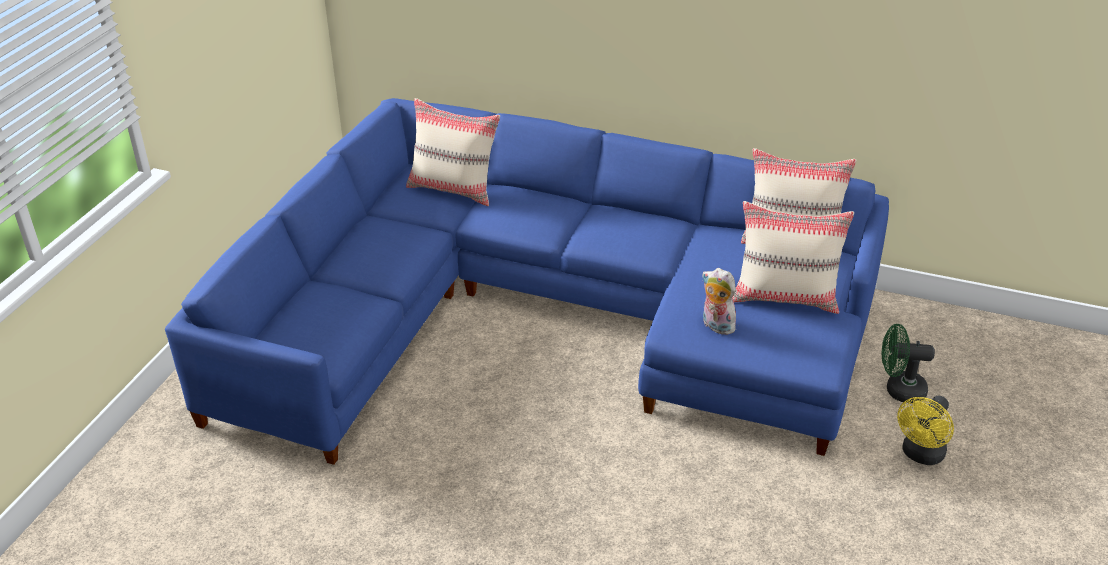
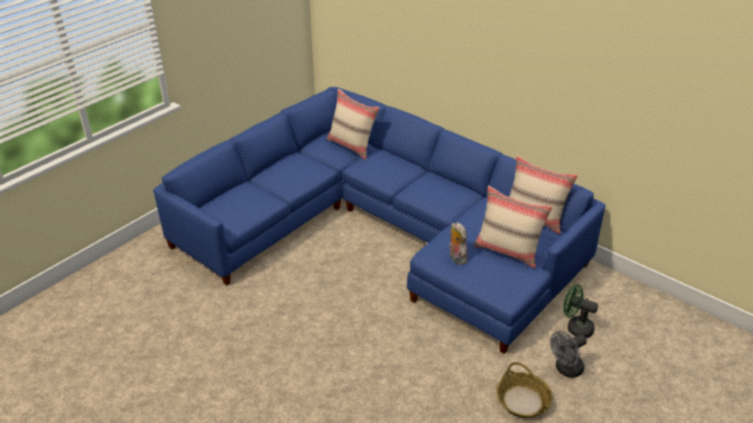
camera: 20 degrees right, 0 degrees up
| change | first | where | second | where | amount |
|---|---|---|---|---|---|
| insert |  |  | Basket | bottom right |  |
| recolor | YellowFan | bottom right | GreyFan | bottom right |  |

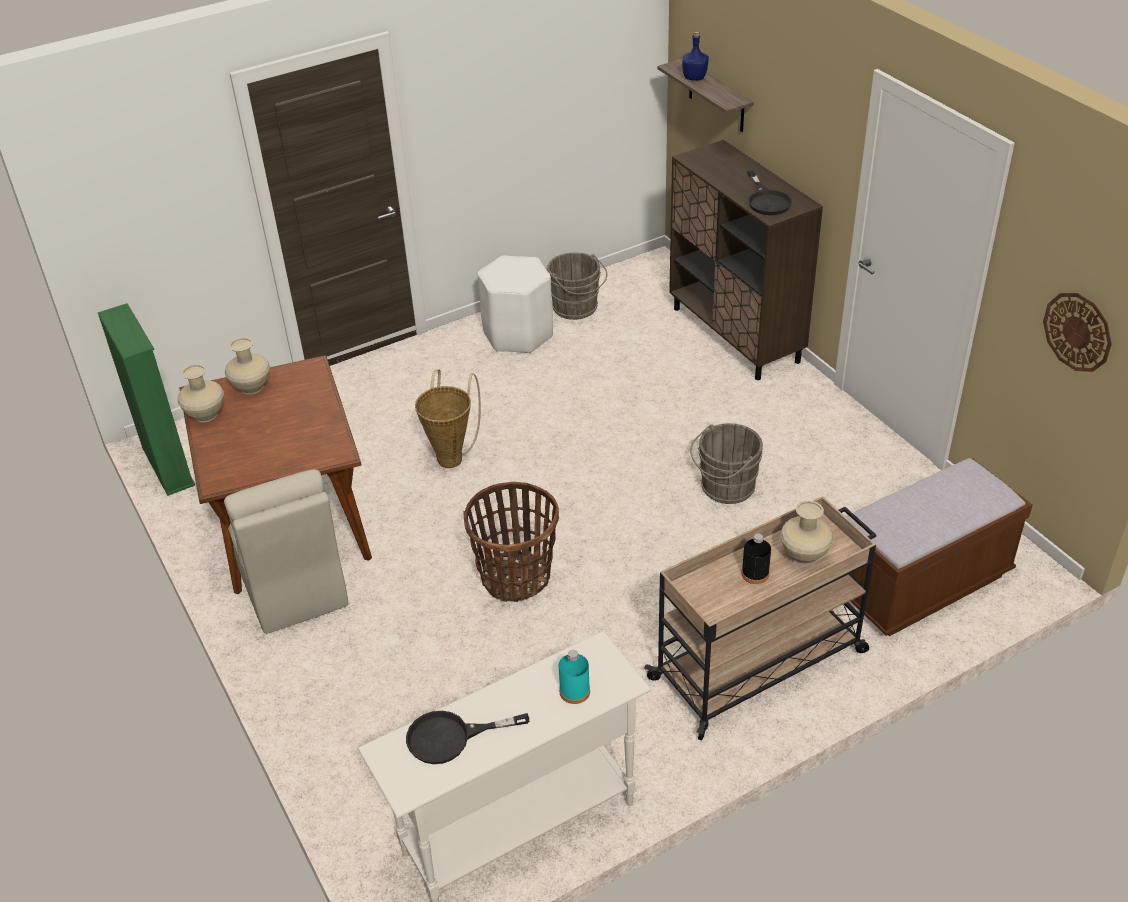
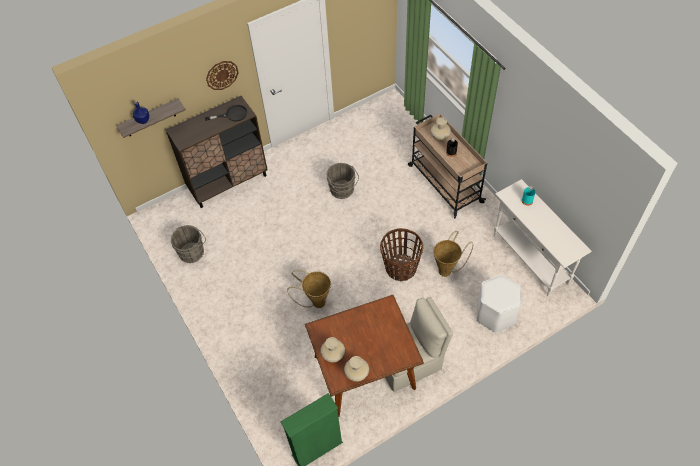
camera: 90 degrees left, 15 degrees up
| change | first | where | second | where | amount |
|---|---|---|---|---|---|
| move | WallClock | middle right |  | top left |  |
| insert |  |  | Basket (3rd from left) | centre |  |
| move | WhiteStool | centre |  | middle right |  |
| delete | BlackFryingPan (1st from left) | bottom centre |  |  |  |
| delete | BrownBench | middle right |  |  |  |

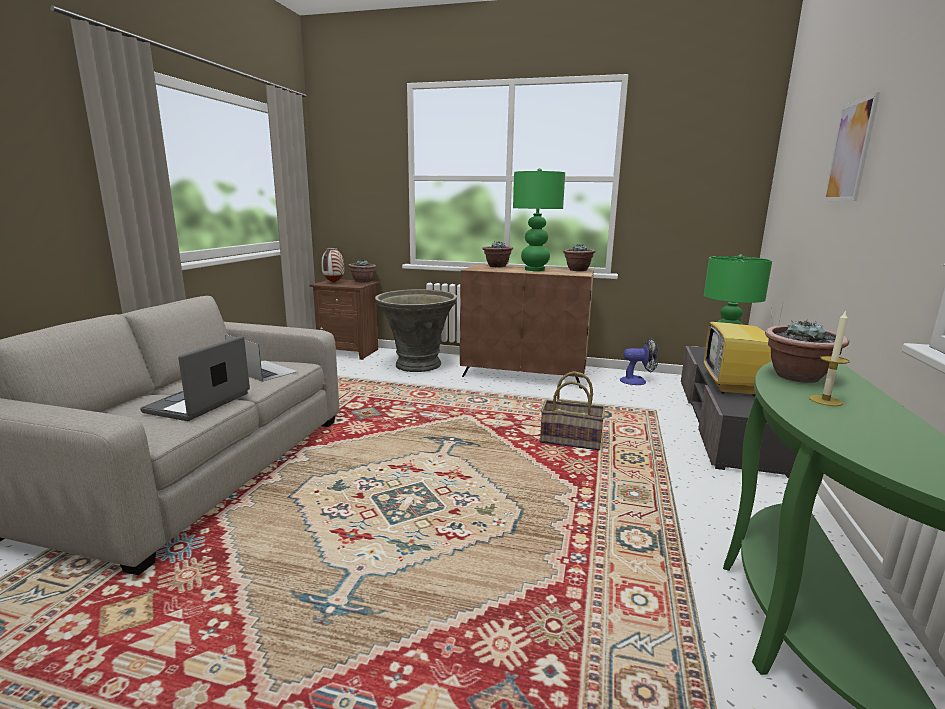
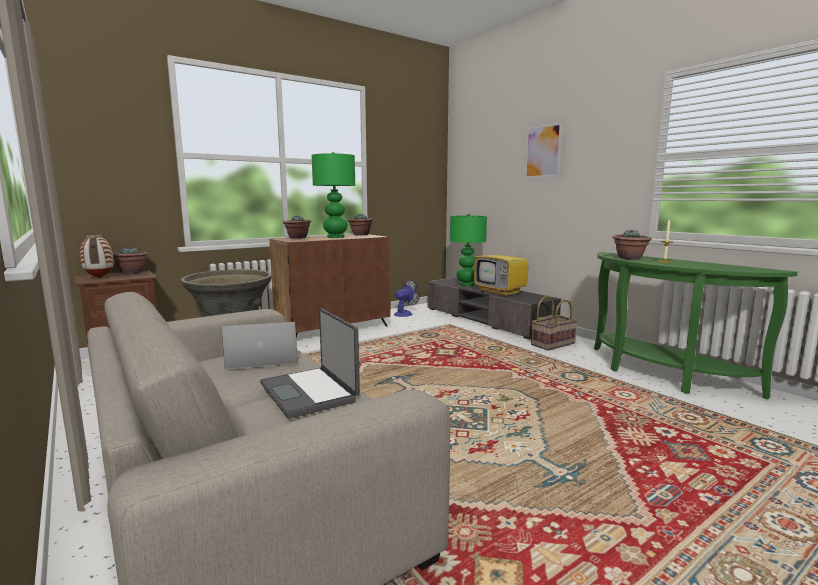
camera: 50 degrees left, 5 degrees down
| change | first | where | second | where | amount |
|---|---|---|---|---|---|
| move | Basket | centre |  | middle right |  |

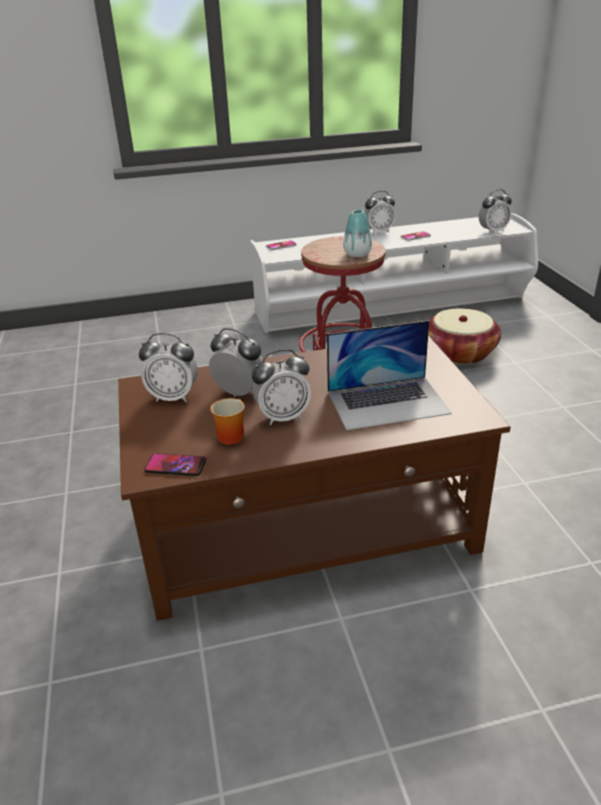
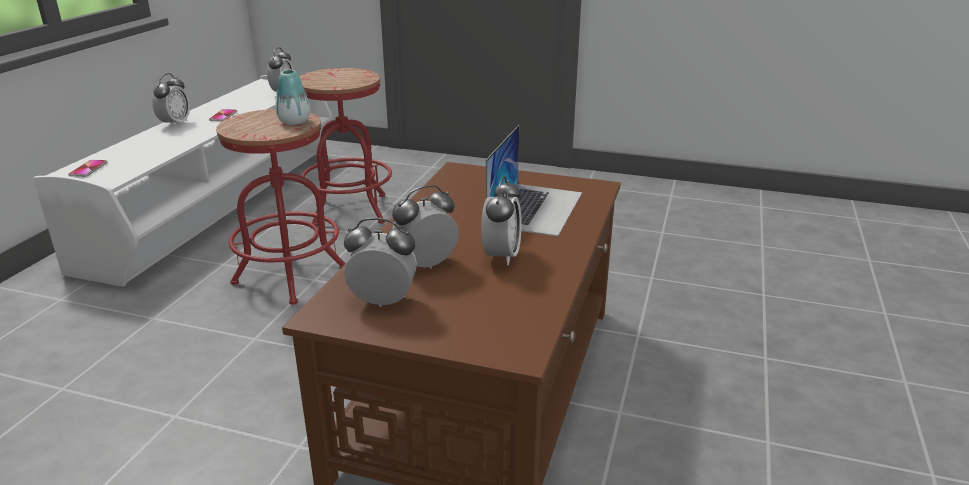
camera: 60 degrees left, 5 degrees down
| change | first | where | second | where | amount |
|---|---|---|---|---|---|
| replace | Basket | middle right | RedStool (2nd from left) | top centre |  |
| rotate | AlarmClock (1st from left in the first image) | middle left | AlarmClock (3rd from left) | centre | 120 degrees counterclockwise |
| delete | Phone (1st from left) | middle left |  |  |  |
| delete | Mug | centre |  |  |  |

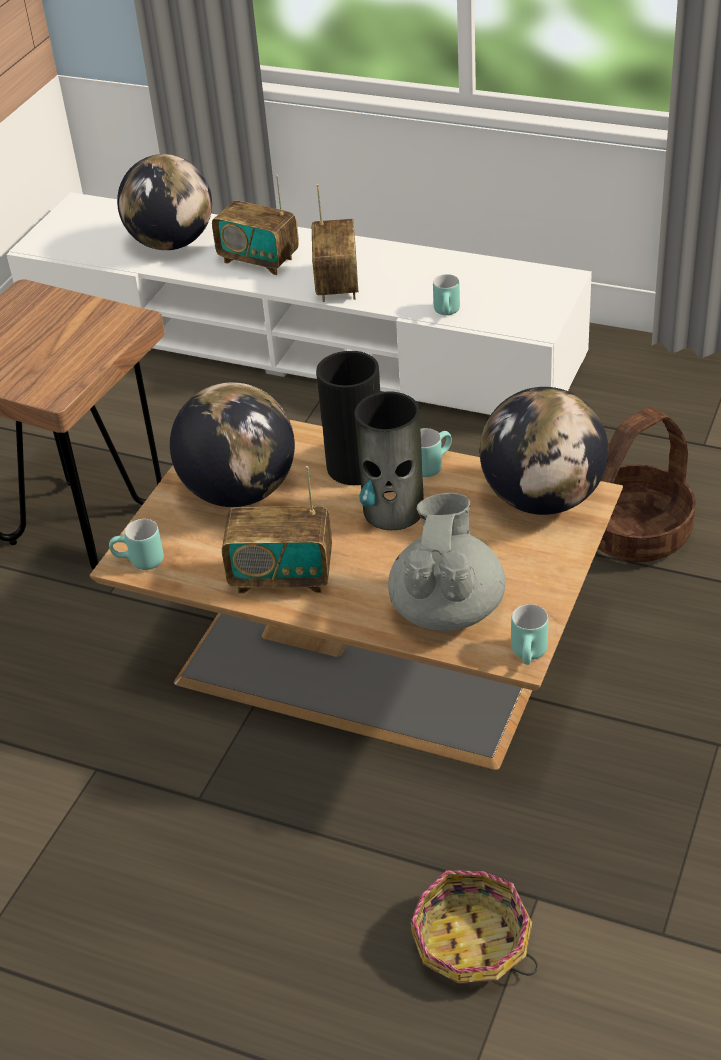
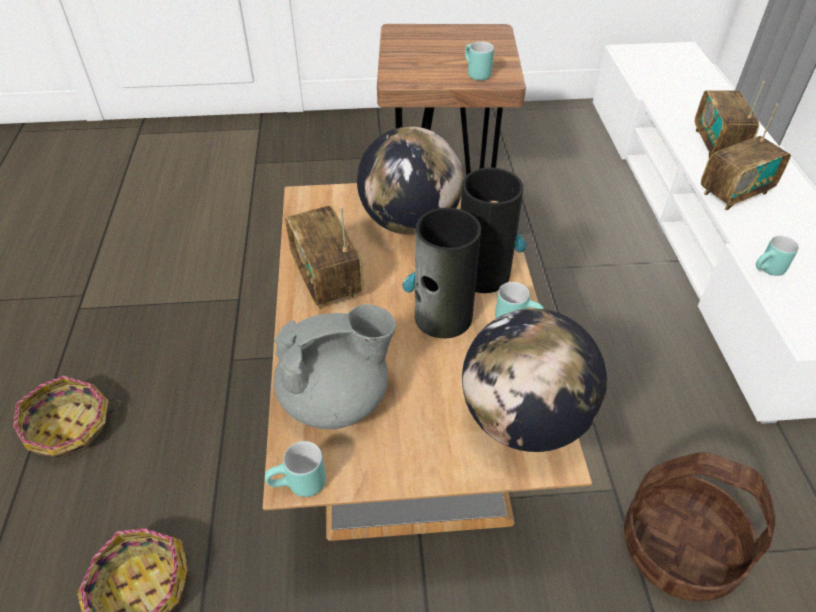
camera: 60 degrees right, 5 degrees up
| change | first | where | second | where | amount |
|---|---|---|---|---|---|
| insert |  |  | Basket (1st from left) | bottom left |  |
| move | TurquoiseMug (1st from left in the first image) | middle left | TurquoiseMug (2nd from left) | top centre |  |
| delete | Globe (1st from left) | top left |  |  |  |

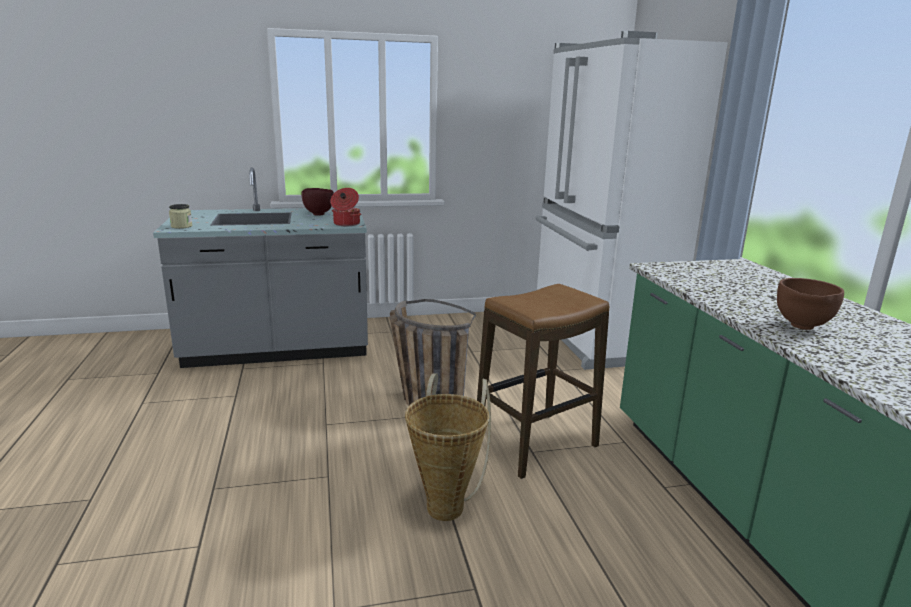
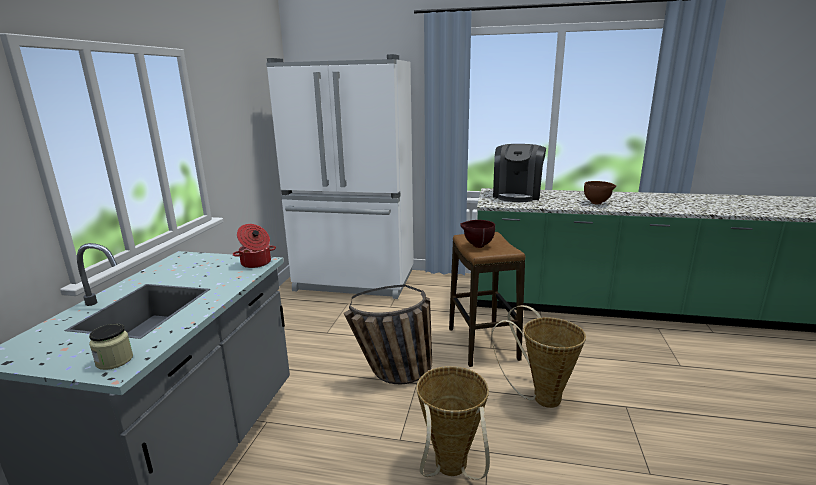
camera: 65 degrees left, 0 degrees up
| change | first | where | second | where | amount |
|---|---|---|---|---|---|
| insert |  |  | Basket (2nd from left) | bottom centre |  |
| move | BrownBowl (1st from left) | top centre |  | centre |  |
| insert |  |  | CoffeeMachine | centre |  |

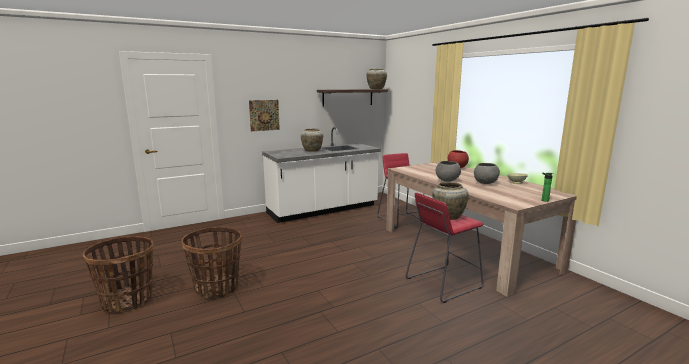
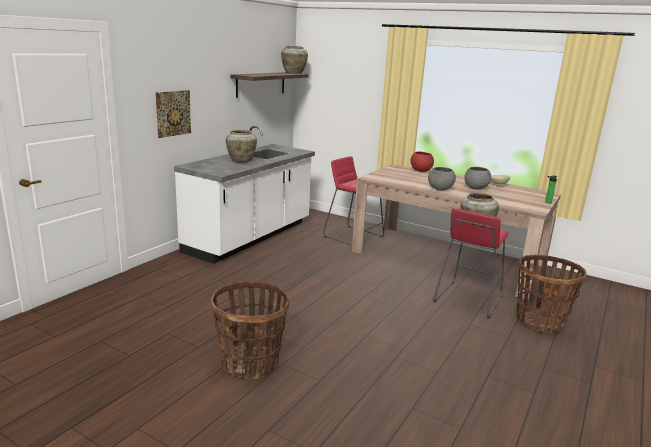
camera: 30 degrees left, 5 degrees up
| change | first | where | second | where | amount |
|---|---|---|---|---|---|
| move | Basket (1st from left in the first image) | bottom left | Basket (2nd from left) | middle right |  |

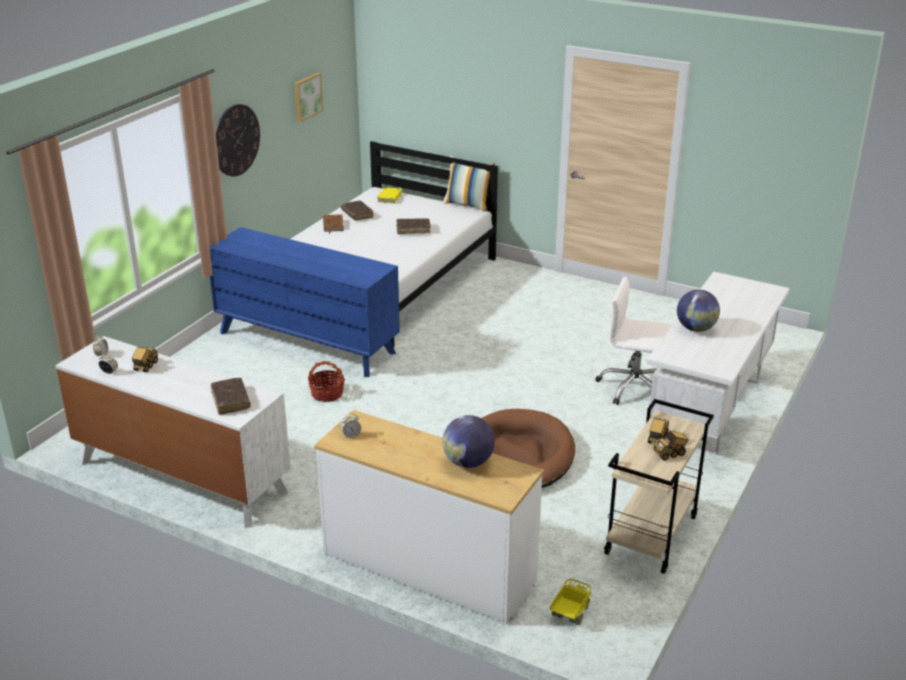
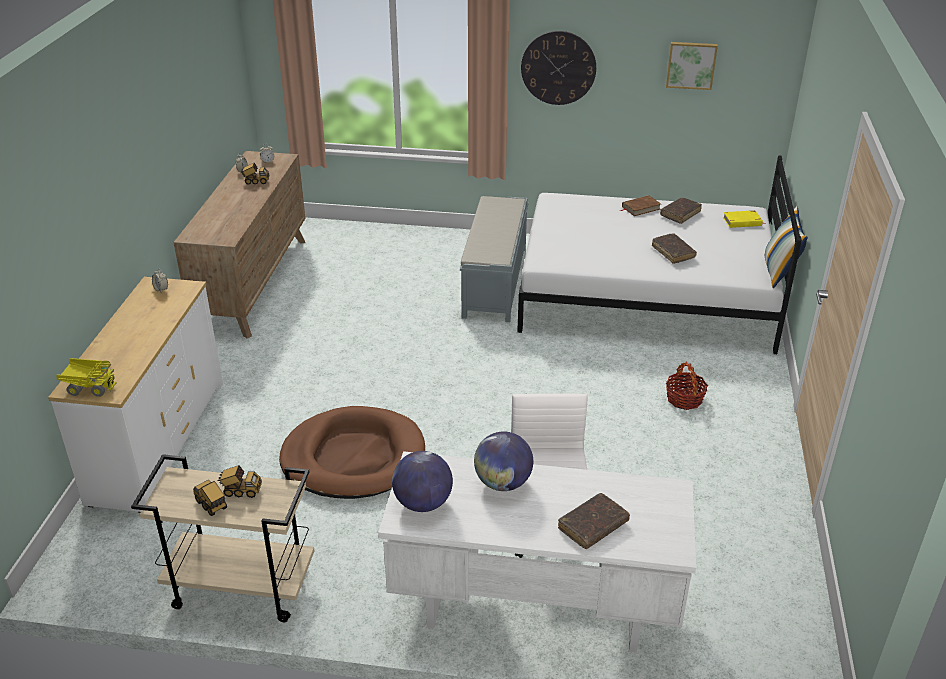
camera: 70 degrees right, 5 degrees up
| change | first | where | second | where | amount |
|---|---|---|---|---|---|
| move | ToyTruck (2nd from left in the first image) | bottom centre | ToyTruck (1st from left) | middle left |  |
| recolor | WhiteDresser (1st from left) | middle left | BrownDresser | middle left |  |
| move | Globe (1st from left) | centre |  | bottom centre |  |
| replace | BlueDresser | centre | GreyBench | centre |  |
| move | BrownBook (1st from left) | middle left |  | bottom centre |  |
| move | Basket | centre |  | middle right |  |

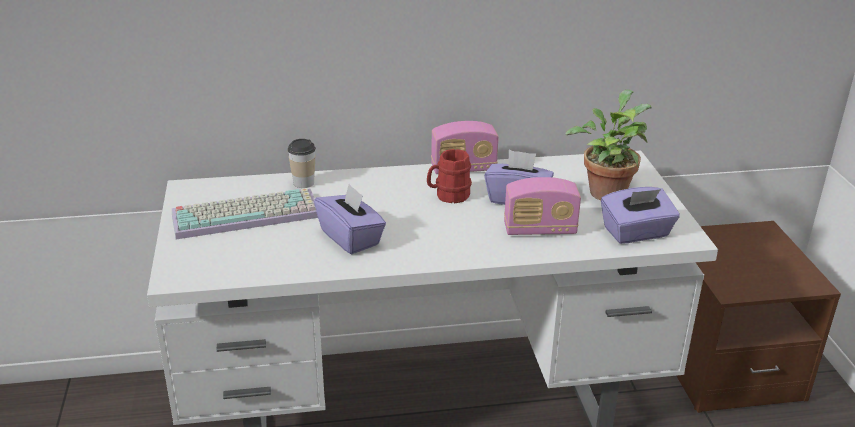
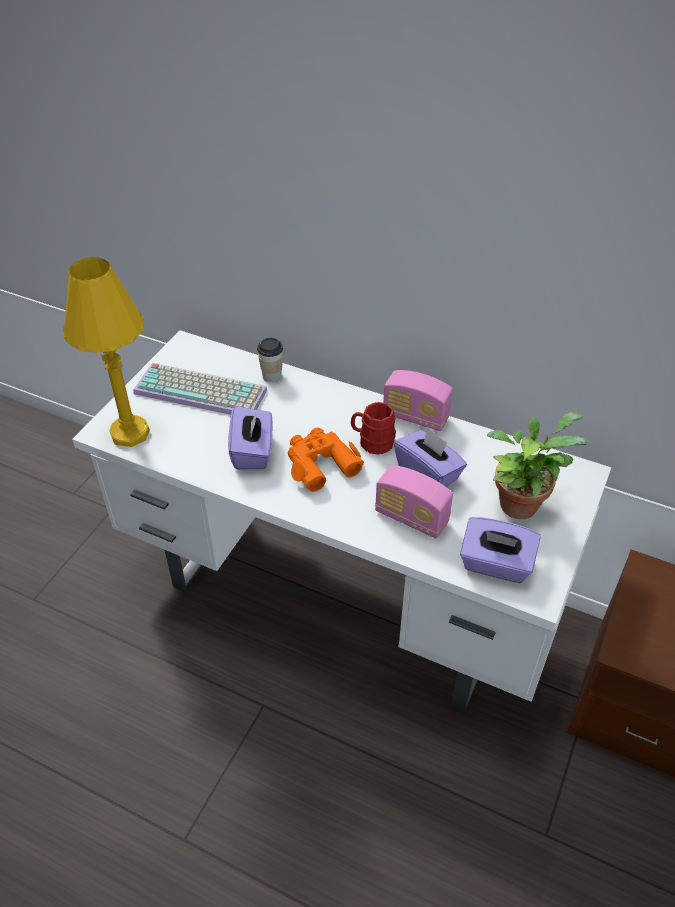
camera: 35 degrees right, 15 degrees up
| change | first | where | second | where | amount |
|---|---|---|---|---|---|
| insert |  |  | YellowTableLamp | middle left |  |
| insert |  |  | OrangeBinoculars | centre |  |

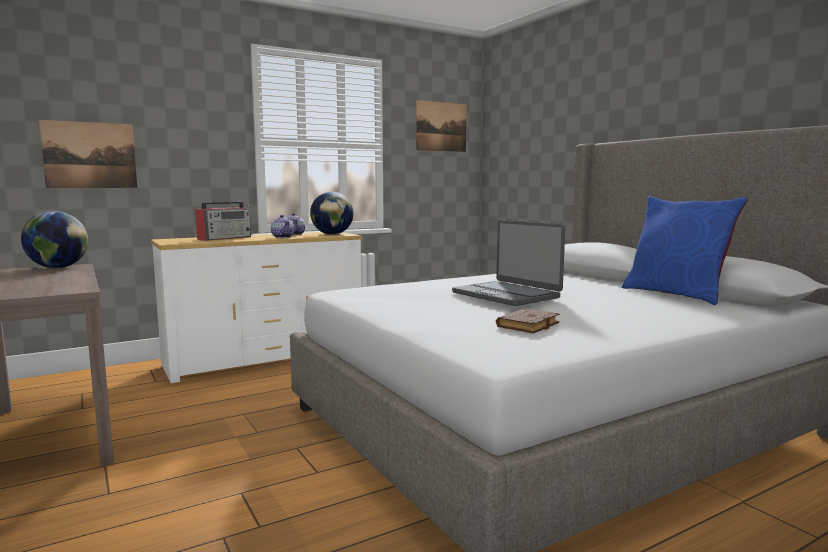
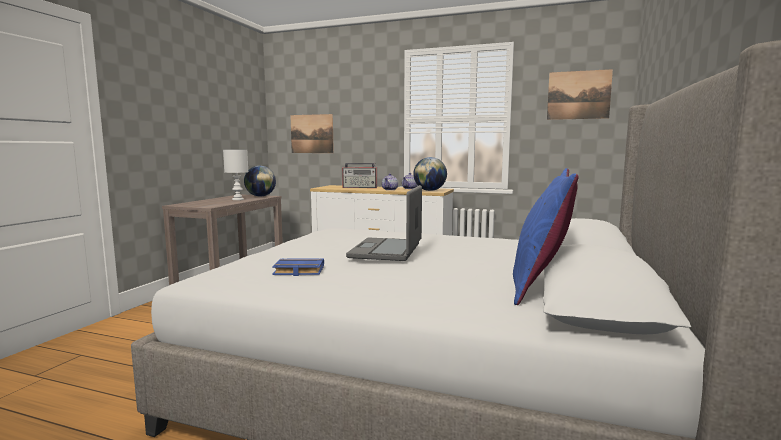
camera: 50 degrees right, 0 degrees up
| change | first | where | second | where | amount |
|---|---|---|---|---|---|
| insert |  |  | WhiteTableLamp | middle left |  |
| recolor | BrownBook | centre | BlueBook | centre |  |

